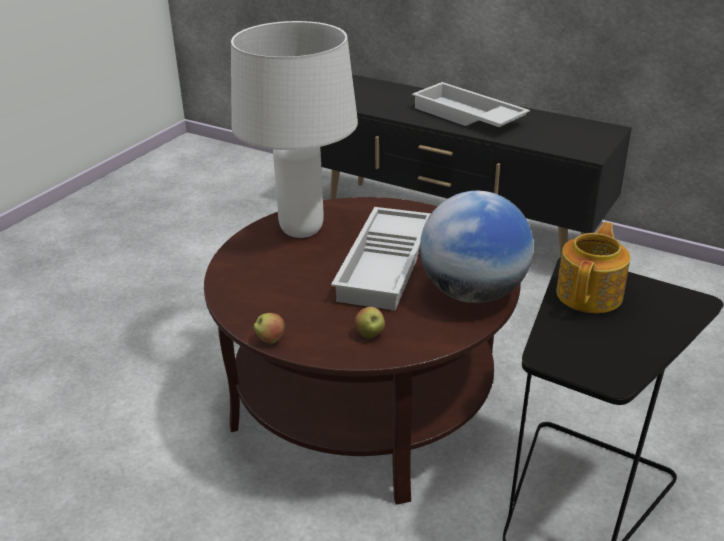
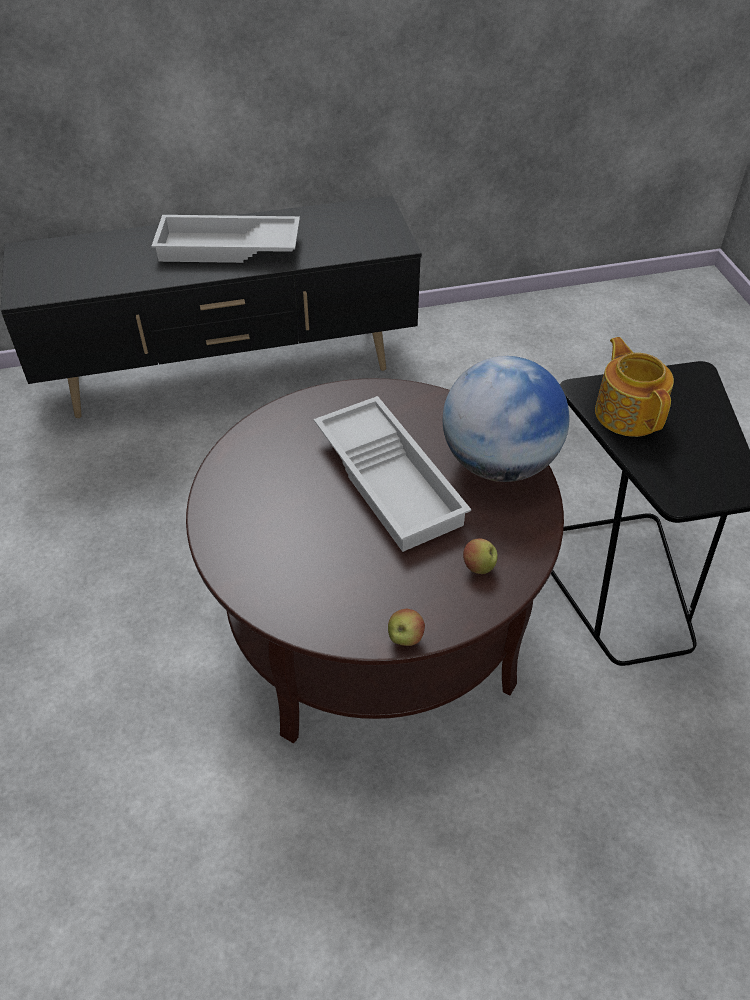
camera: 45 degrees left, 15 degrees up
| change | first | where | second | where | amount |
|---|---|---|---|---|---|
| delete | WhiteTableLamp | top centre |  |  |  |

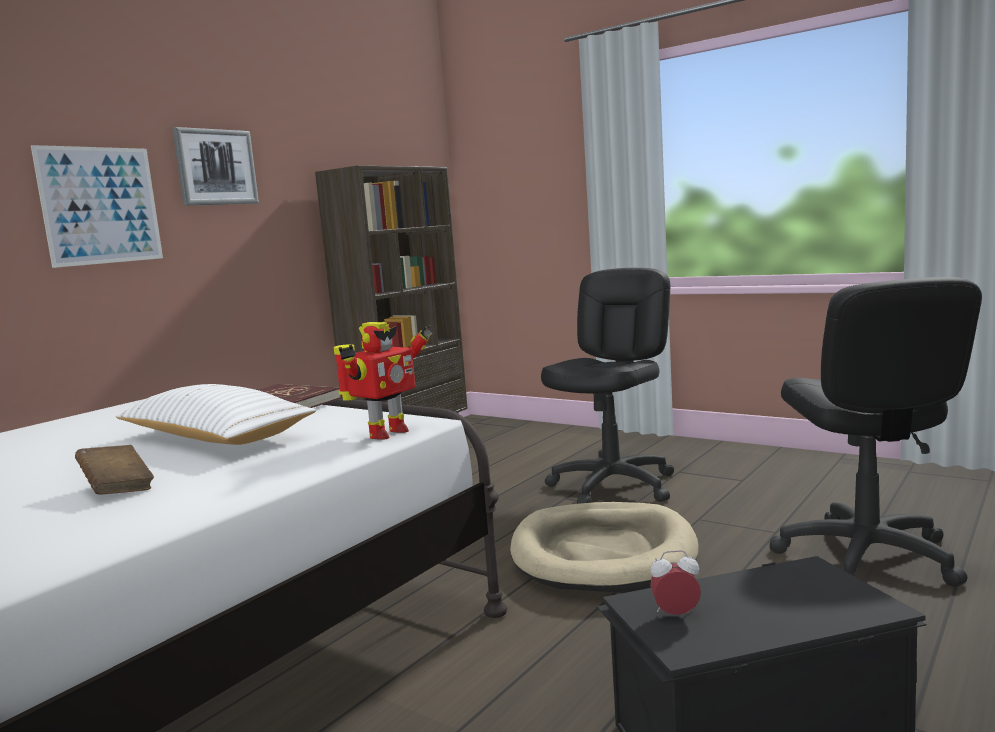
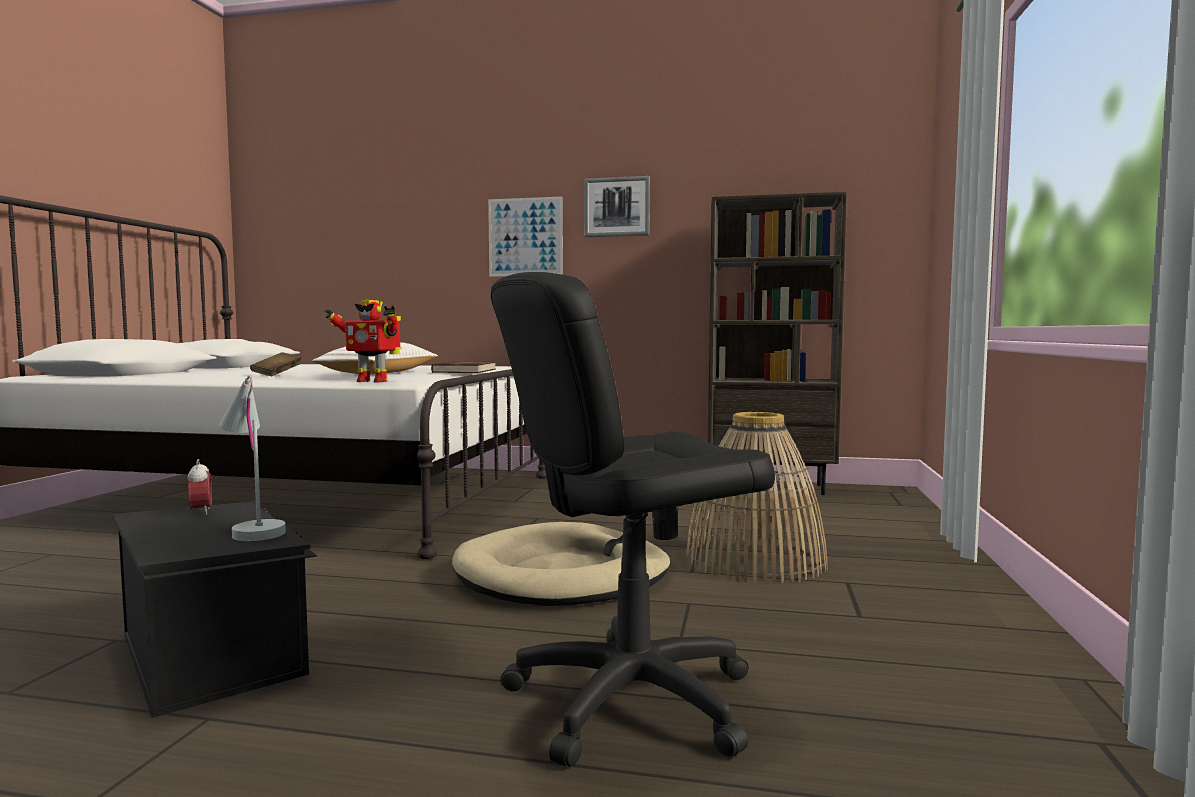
camera: 65 degrees right, 5 degrees down
| change | first | where | second | where | amount |
|---|---|---|---|---|---|
| insert |  |  | WhiteTableLamp | middle left |  |
| replace | BlackOfficeChair (1st from left) | centre | Basket | centre |  |

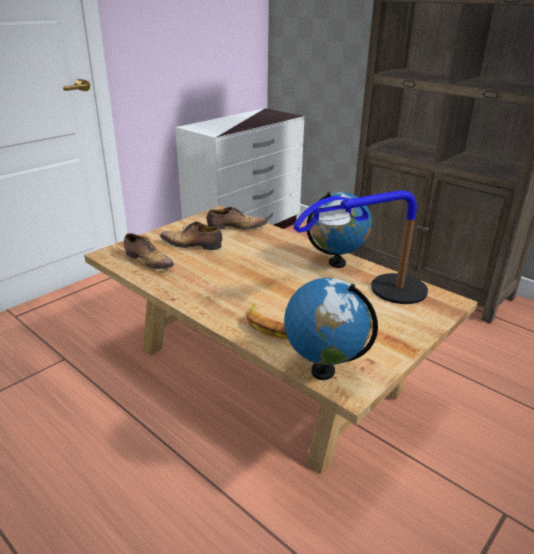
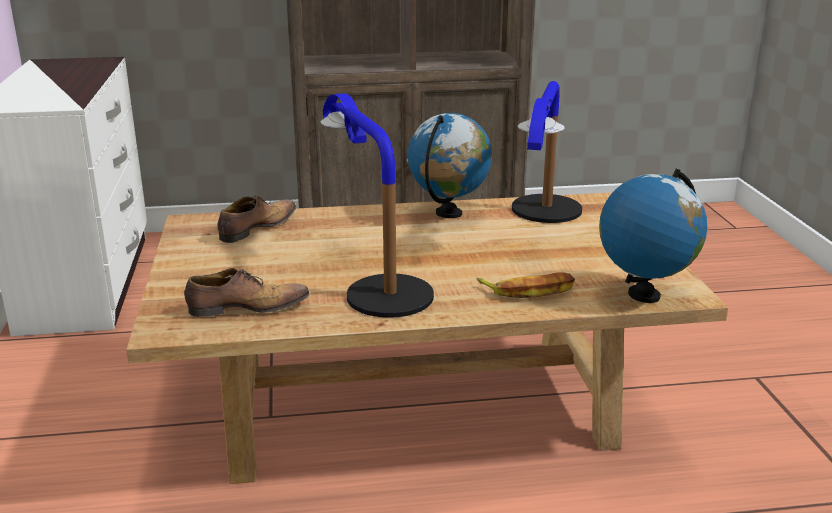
camera: 50 degrees left, 5 degrees down
| change | first | where | second | where | amount |
|---|---|---|---|---|---|
| insert |  |  | TableLamp (1st from left) | centre |  |
| delete | Shoe (2nd from left) | centre |  |  |  |

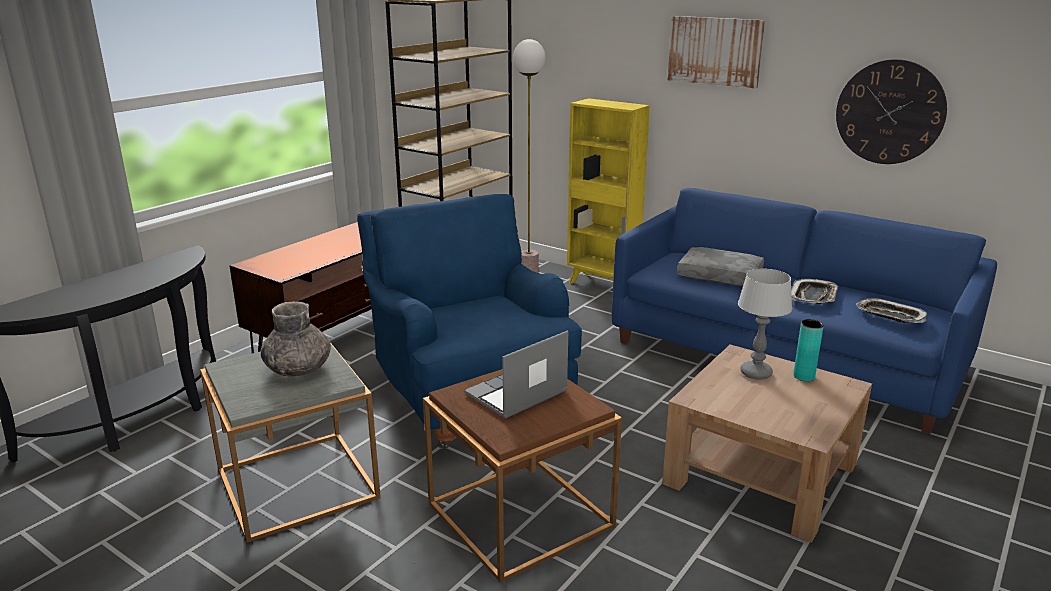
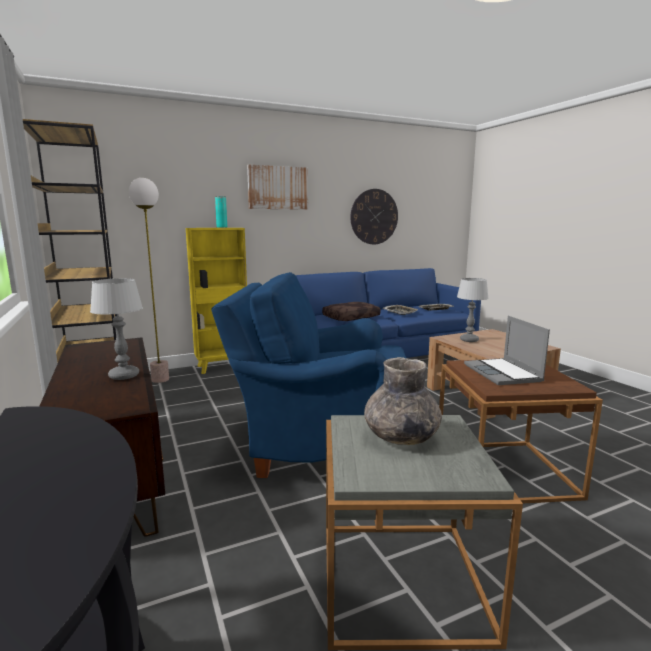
camera: 60 degrees left, 10 degrees down
| change | first | where | second | where | amount |
|---|---|---|---|---|---|
| insert |  |  | TableLamp (1st from left) | middle left |  |
| move | TurquoiseVase | middle right |  | top centre |  |
| recolor | GreyPillow | middle right | BrownPillow | centre |  |

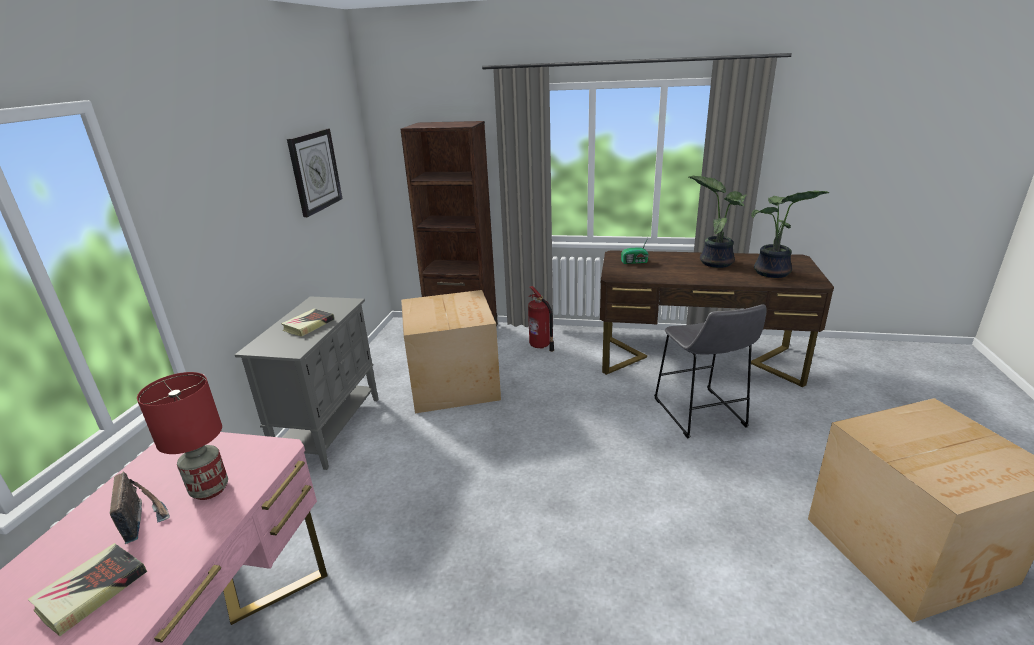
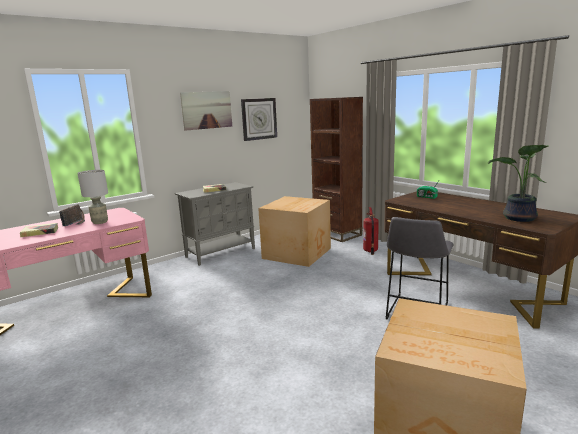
camera: 40 degrees right, 10 degrees down
| change | first | where | second | where | amount |
|---|---|---|---|---|---|
| recolor | RedTableLamp | bottom left | GreyTableLamp | middle left |  |
| insert |  |  | Picture | top centre |  |
| delete | PottedPlant (1st from left) | middle right |  |  |  |

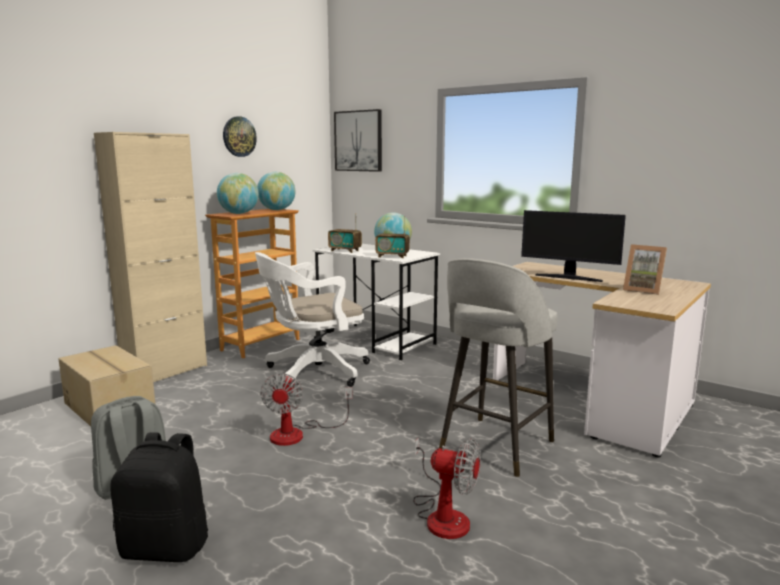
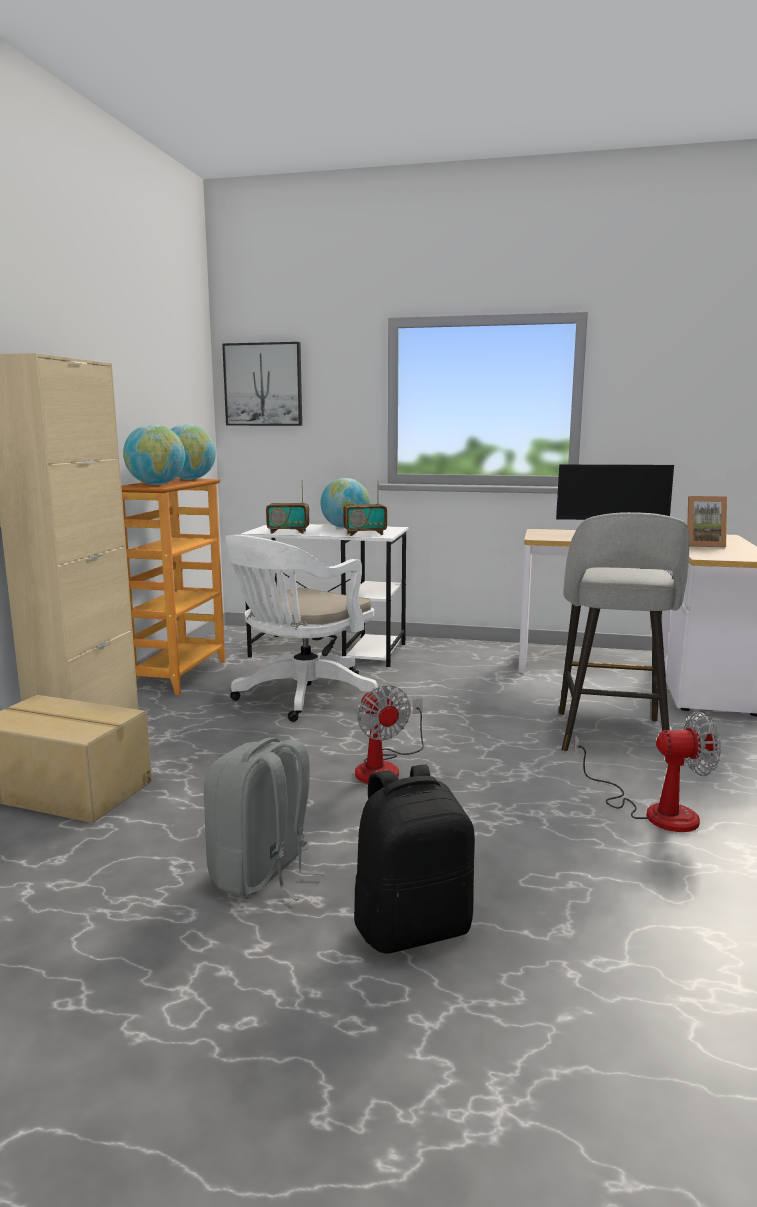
camera: 25 degrees left, 0 degrees up
| change | first | where | second | where | amount |
|---|---|---|---|---|---|
| delete | WallClock | top left |  |  |  |

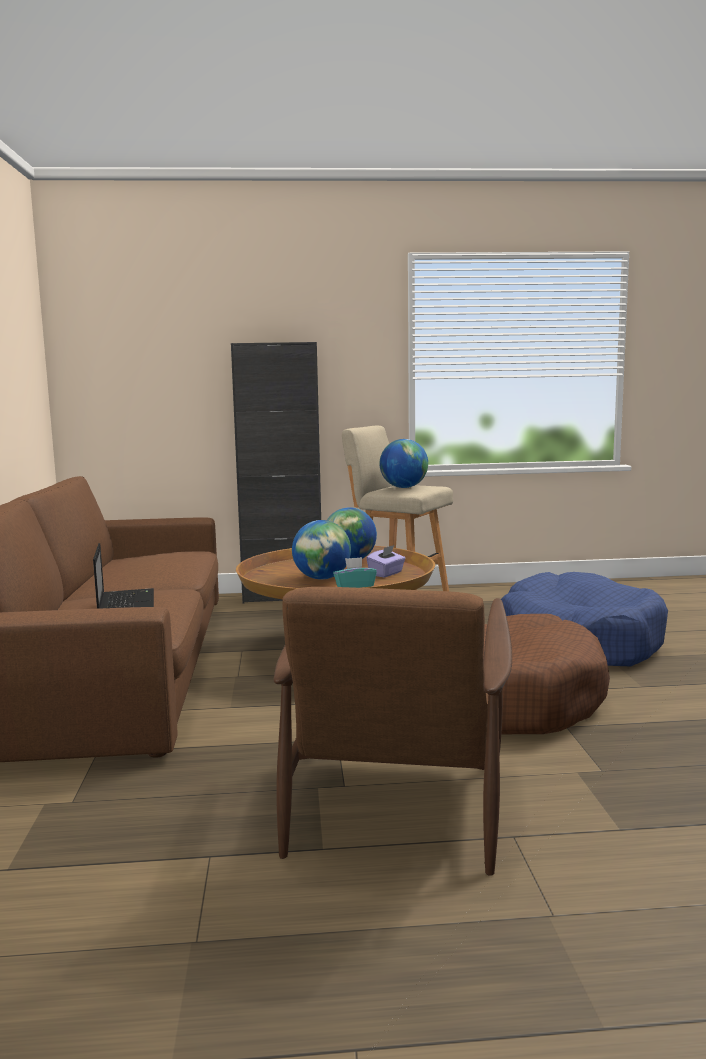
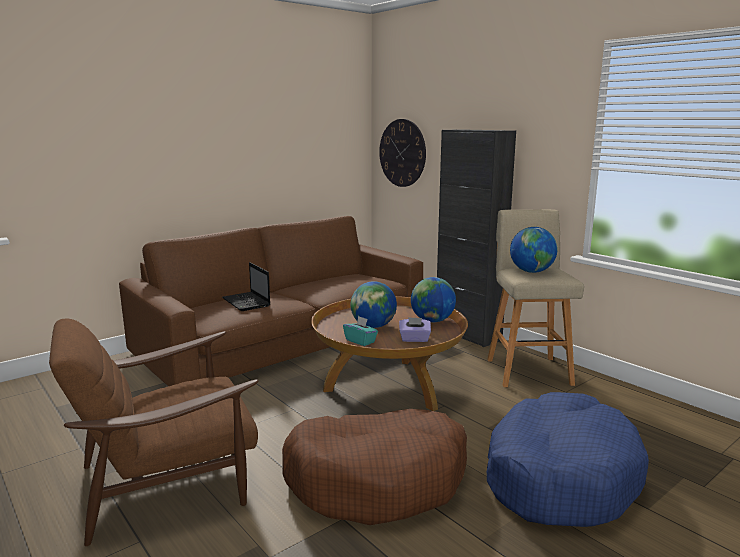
camera: 55 degrees right, 5 degrees up
| change | first | where | second | where | amount |
|---|---|---|---|---|---|
| rotate | Laptop | middle left |  | middle left | 105 degrees clockwise |
| insert |  |  | WallClock | top centre |  |

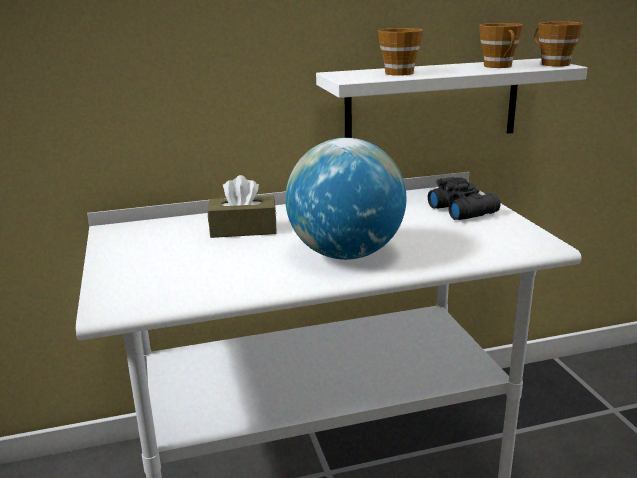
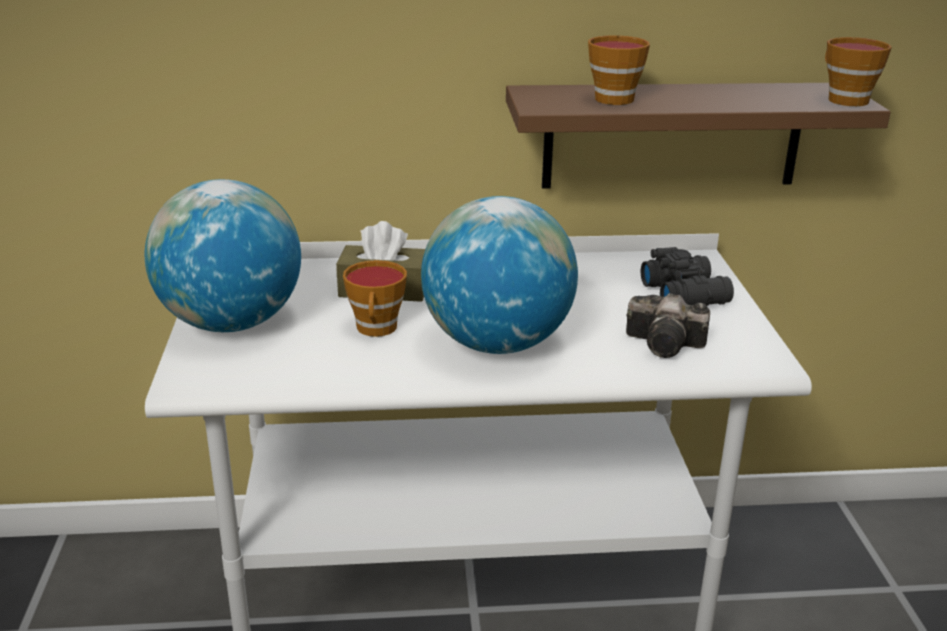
camera: 10 degrees right, 5 degrees up
| change | first | where | second | where | amount |
|---|---|---|---|---|---|
| insert |  |  | Globe (1st from left) | middle left |  |
| move | Cup (2nd from left in the first image) | top right | Cup (1st from left) | centre |  |
| recolor | WhiteShelf | top right | BrownShelf | top right |  |
| insert |  |  | PhotoCamera | middle right |  |

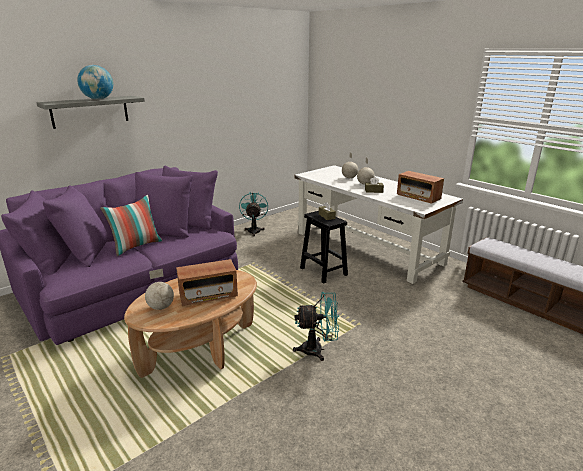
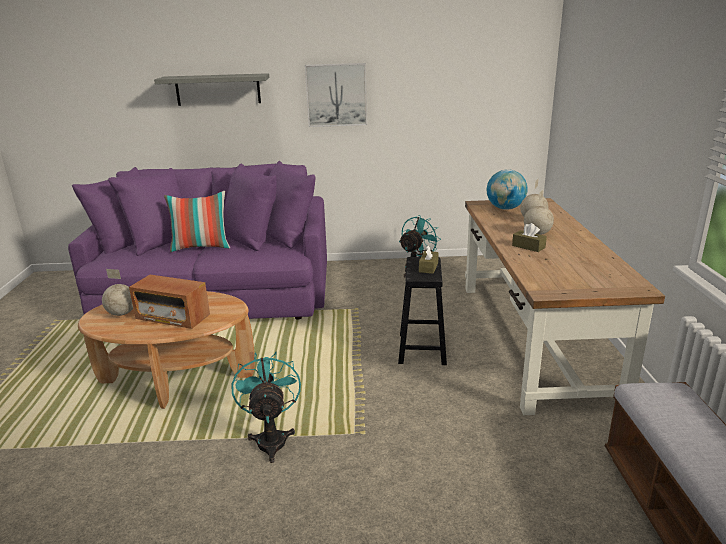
camera: 40 degrees right, 0 degrees up
| change | first | where | second | where | amount |
|---|---|---|---|---|---|
| rotate | TurquoiseFan (2nd from left in the first image) | bottom centre | TurquoiseFan (1st from left) | bottom centre | 135 degrees counterclockwise |
| insert |  |  | Picture | top centre |  |
| recolor | WhiteDesk | centre | BrownDesk | middle right |  |
| move | Globe (1st from left in the first image) | top left | Globe (2nd from left) | middle right |  |
| delete | Radio (2nd from left) | middle right |  |  |  |

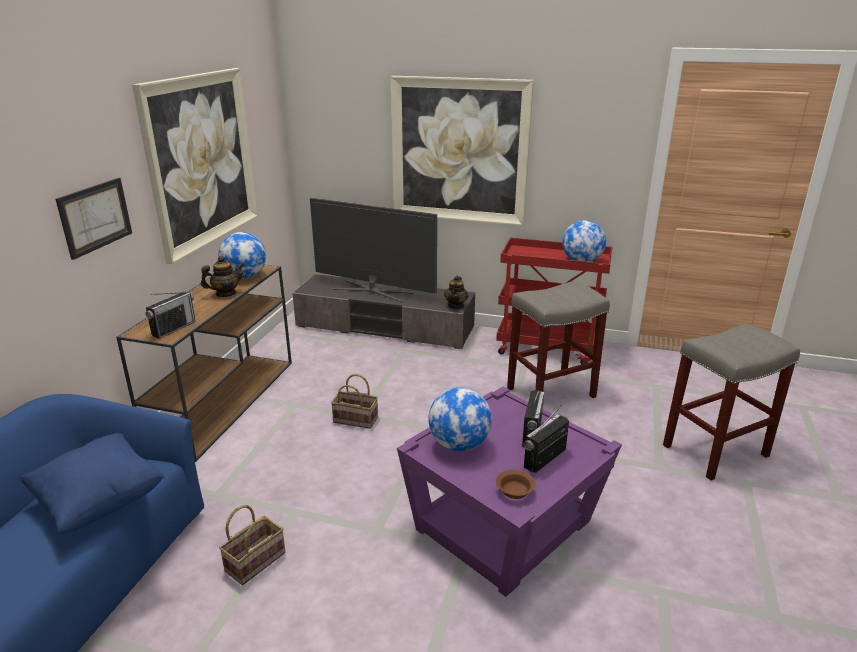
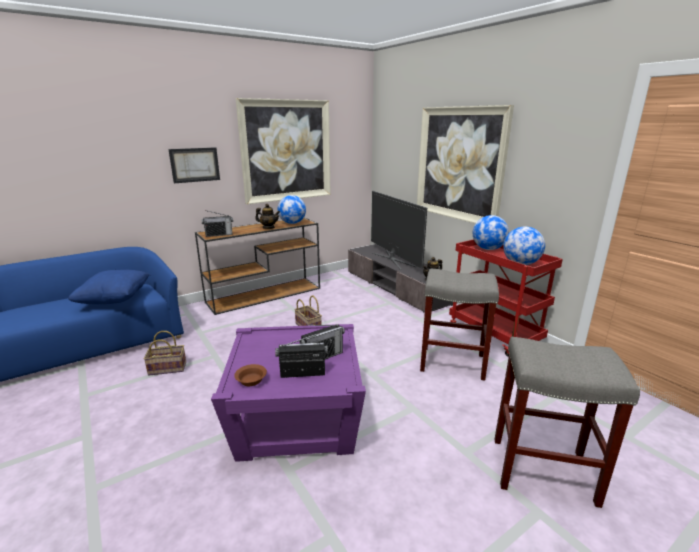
camera: 40 degrees right, 5 degrees down
| change | first | where | second | where | amount |
|---|---|---|---|---|---|
| move | Globe (2nd from left) | centre |  | middle right |  |

